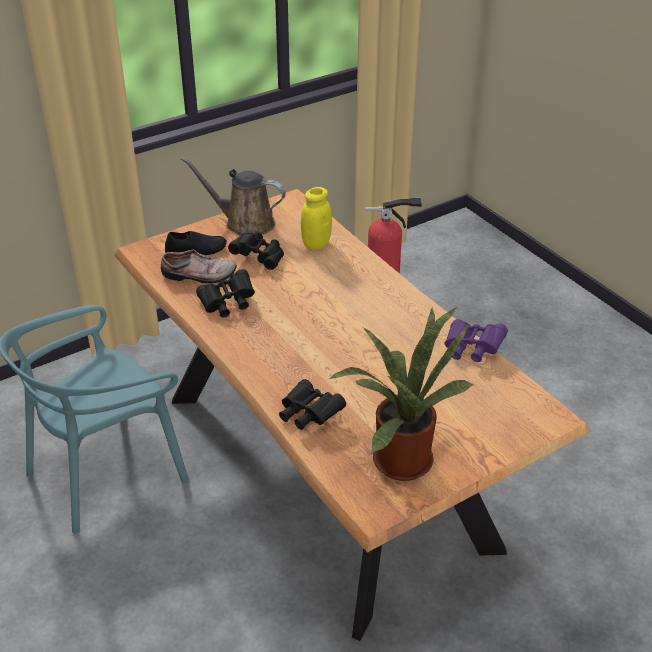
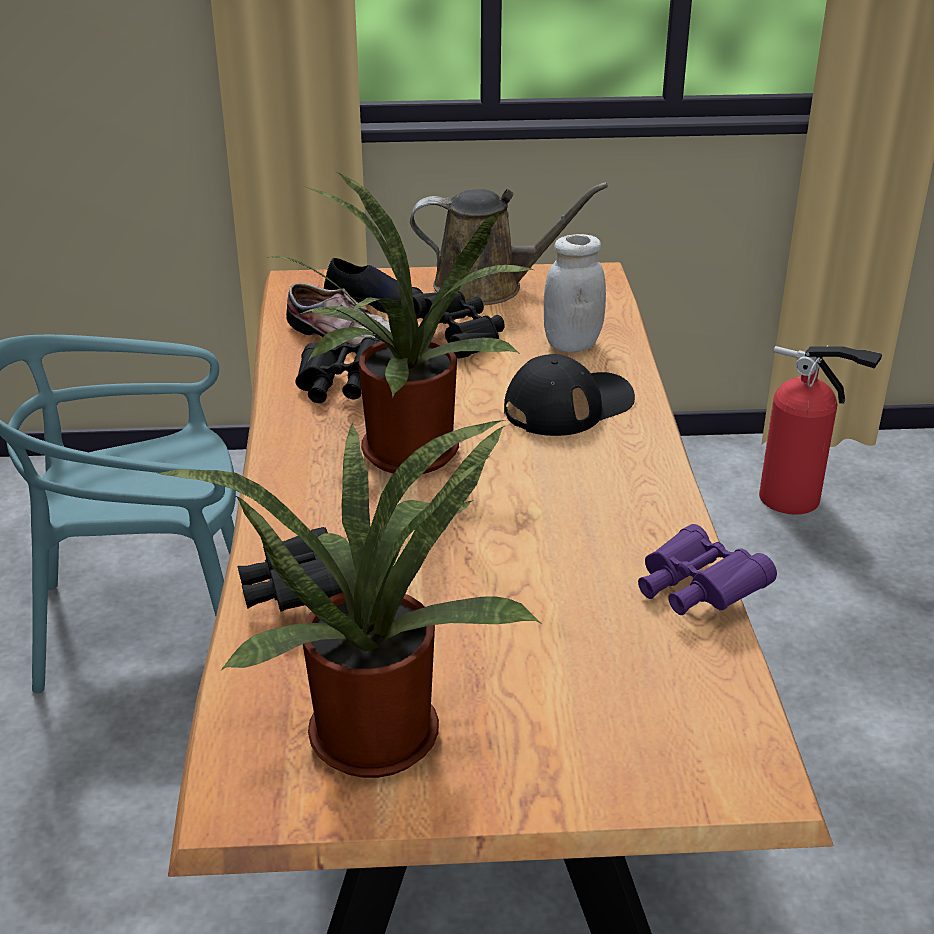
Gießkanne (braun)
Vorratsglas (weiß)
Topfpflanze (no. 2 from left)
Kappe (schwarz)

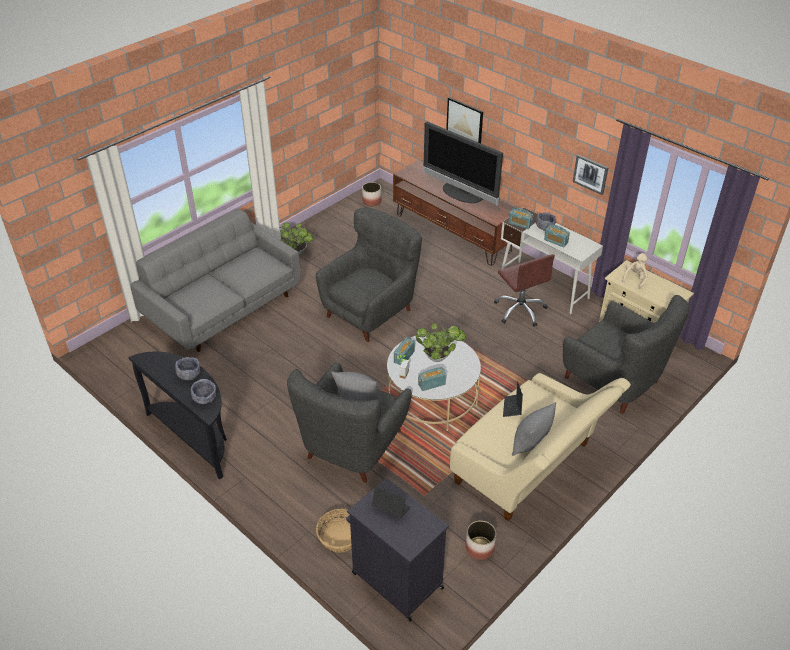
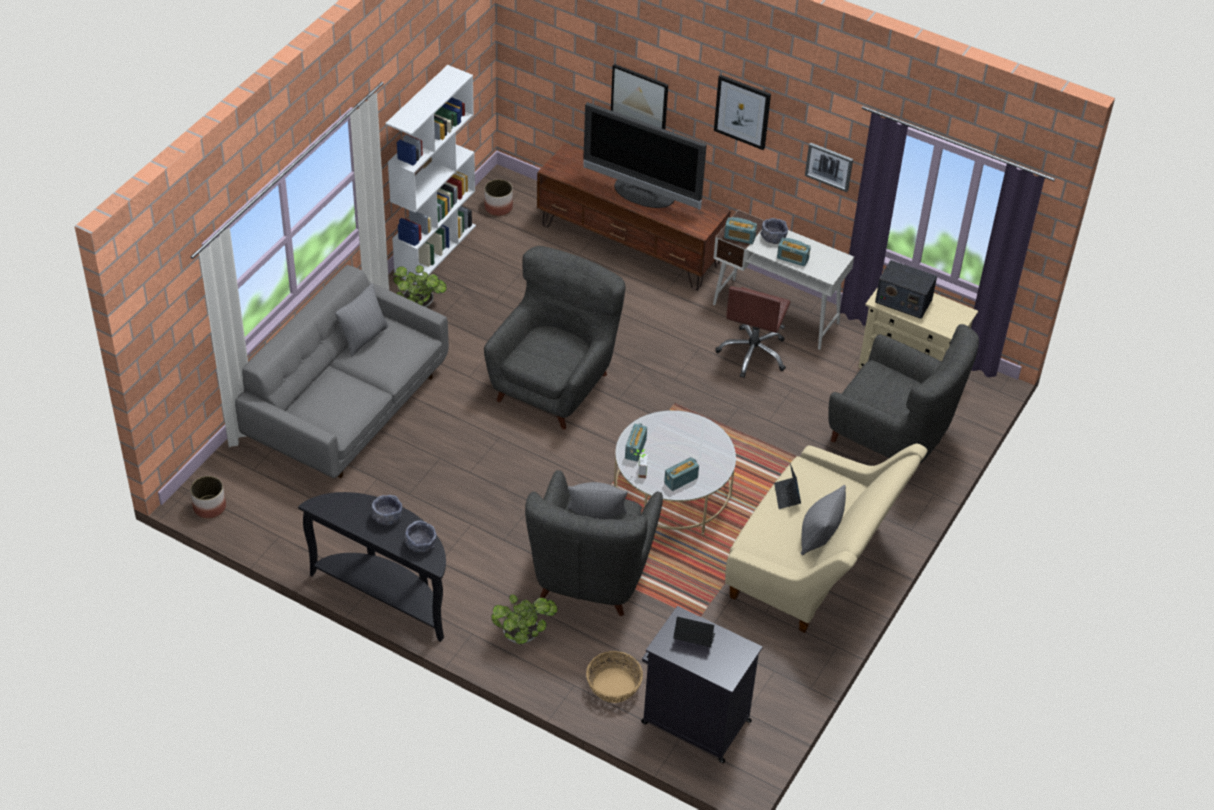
Topfpflanze (no. 2 from left)
Pflanzkübel (no. 1 from left)
Bürostuhl (braun)
Radio (no. 5 from left)
Kissen (grau) (no. 1 from left)
Bücherregal (weiß)
Bild (no. 2 from left)

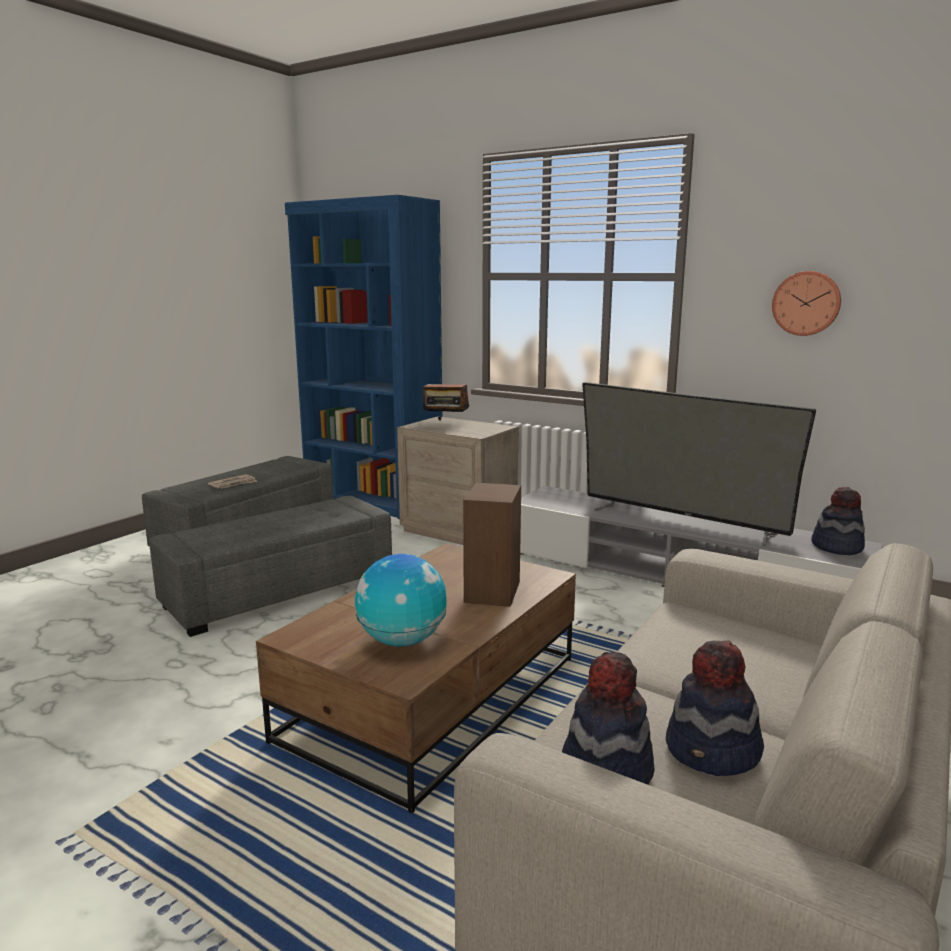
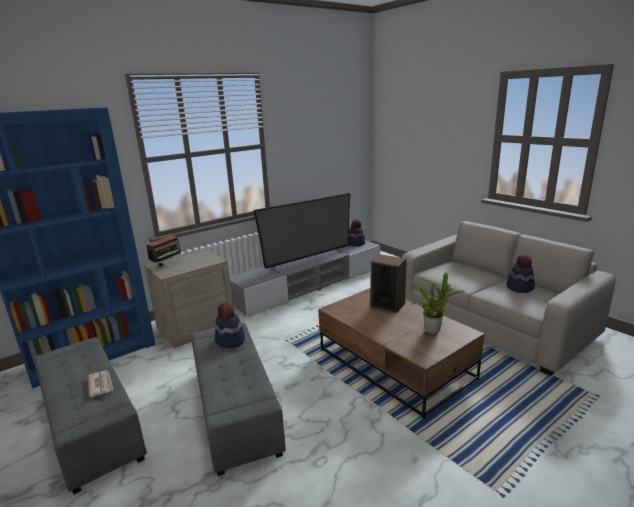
Topfpflanze
Hut (no. 1 from left)
Wanduhr

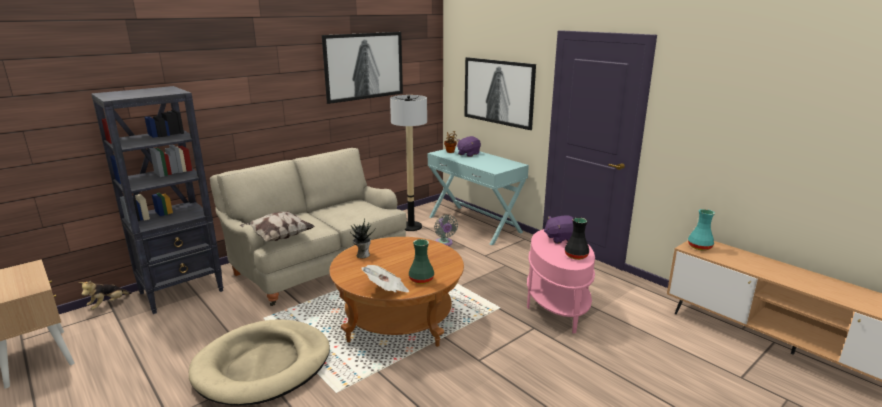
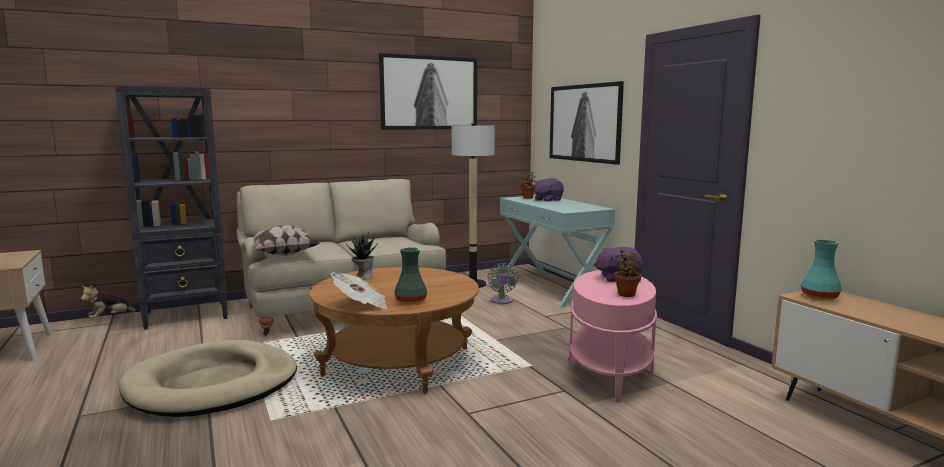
Topfpflanze (no. 3 from left)

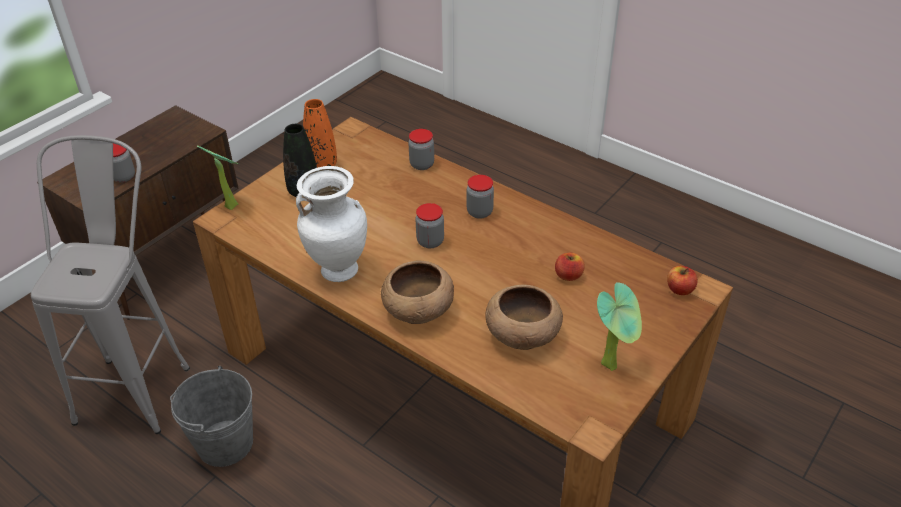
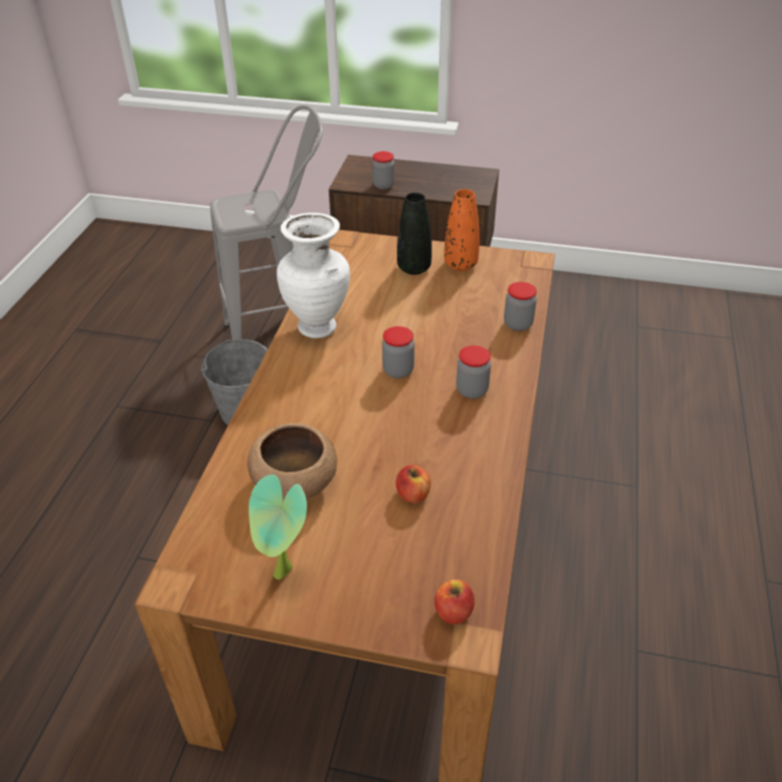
Topfpflanze (no. 1 from left in the first image)
Schüssel (braun) (no. 1 from left in the first image)

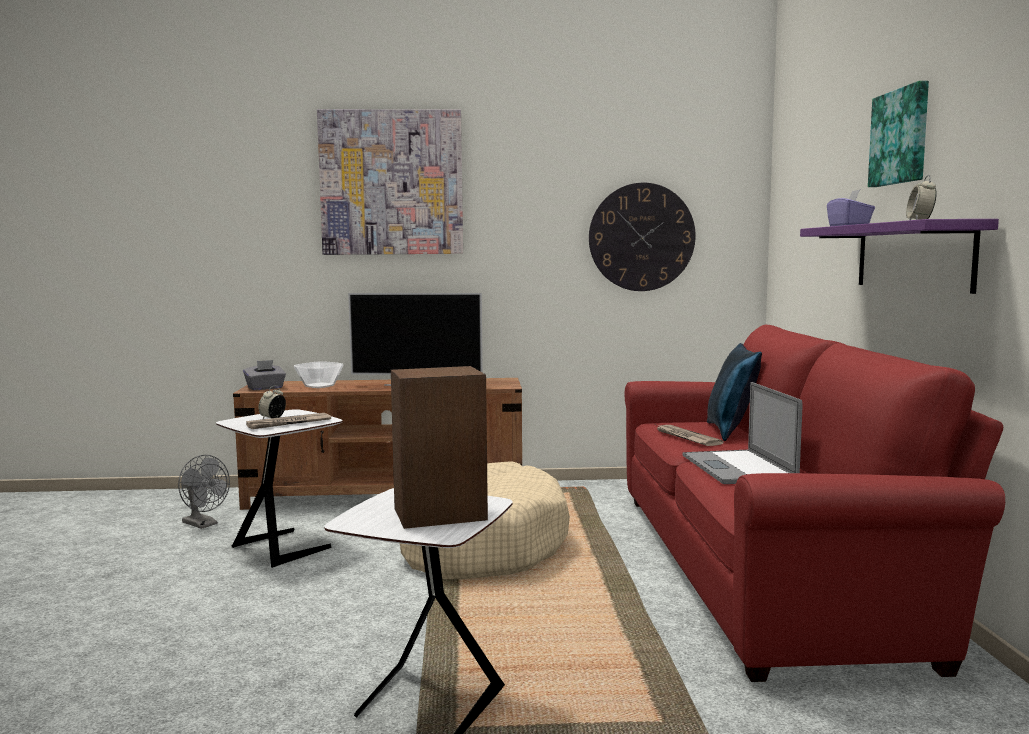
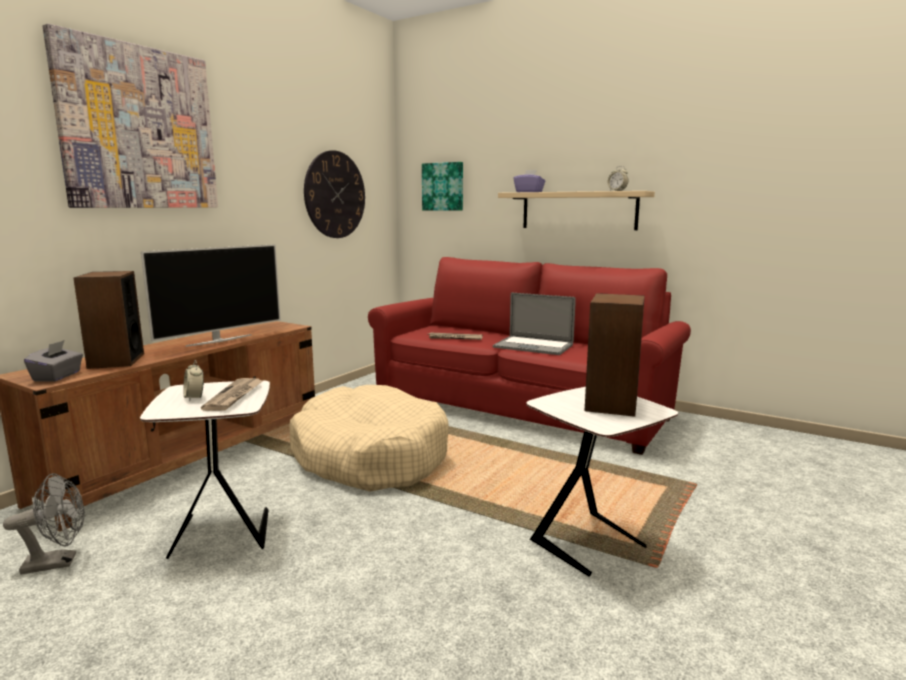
Lautsprecher (no. 1 from left)
Kissen (blau)
Wandregal (beige)
Bild (no. 2 from left)

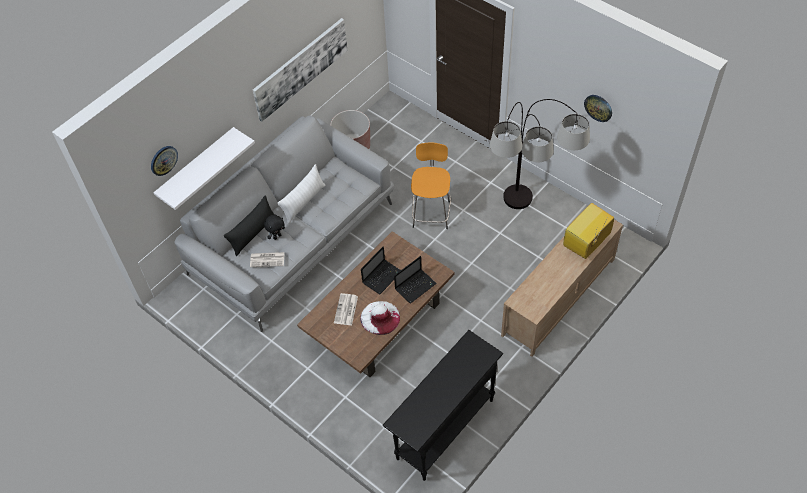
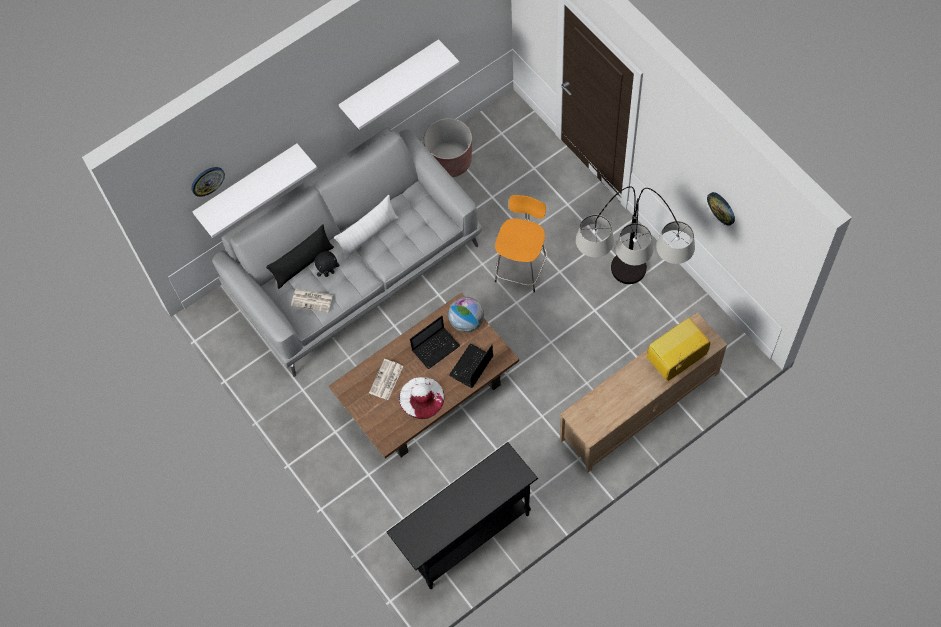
Wandregal (weiß) (no. 2 from left)
Laptop (no. 2 from left)
Globus

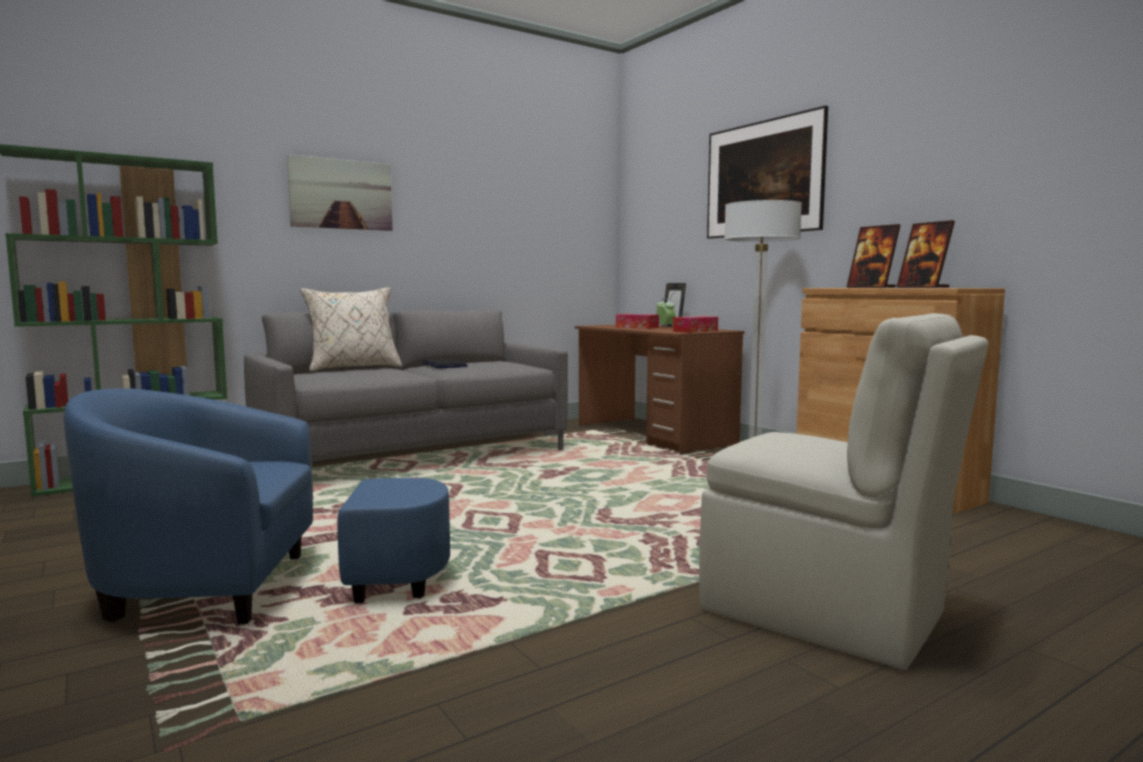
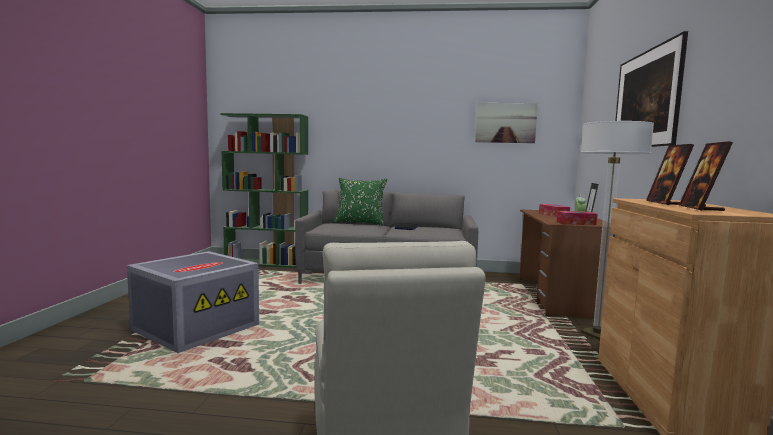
Aufbewahrungsbox (grau)
Bild (no. 1 from left)
Kissen (grün)

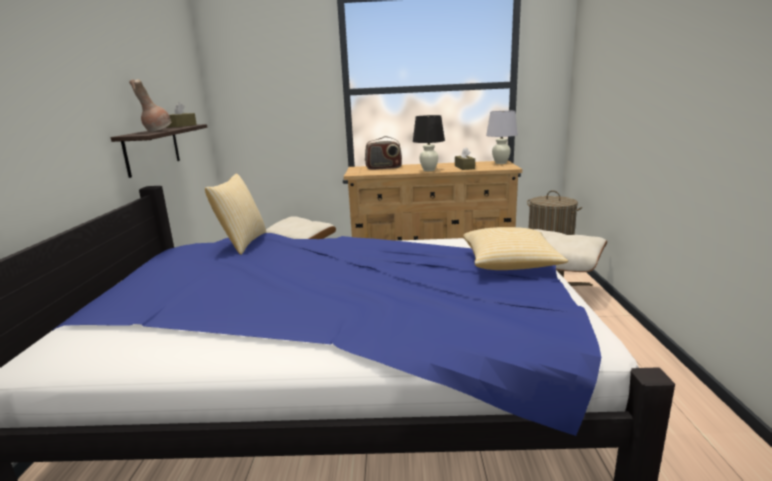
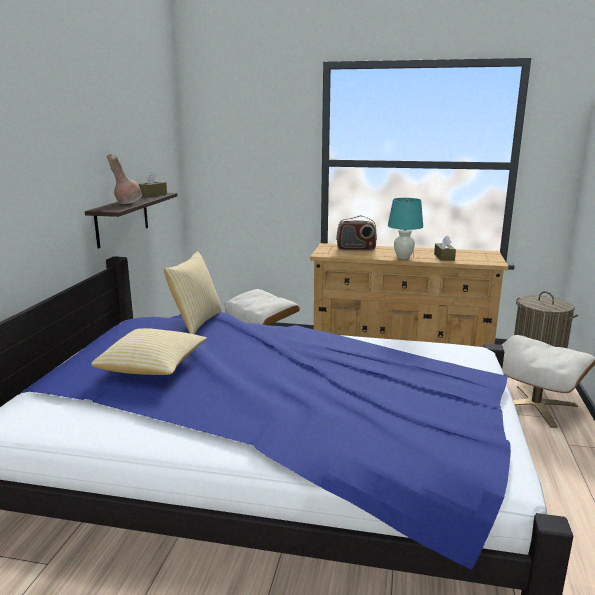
Tischlampe (türkis)
Kissen (no. 1 from left)
Tischlampe (weiß)

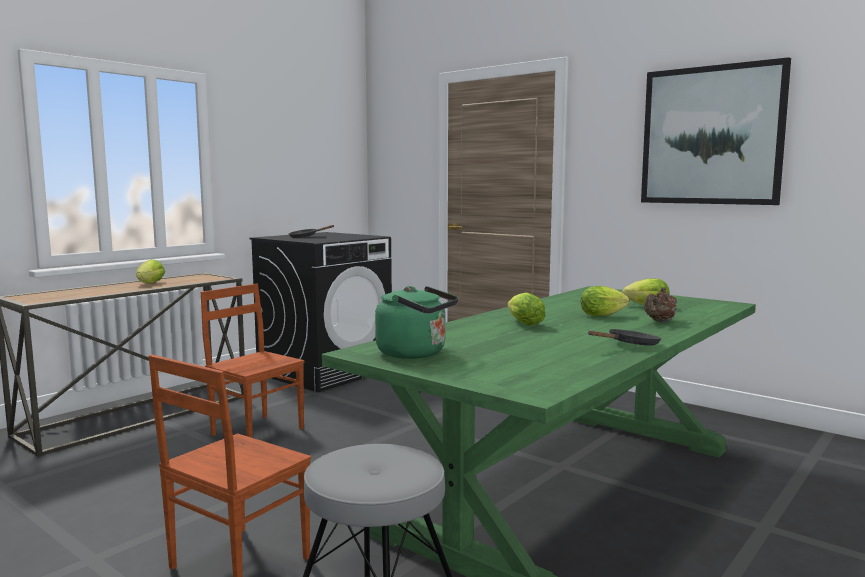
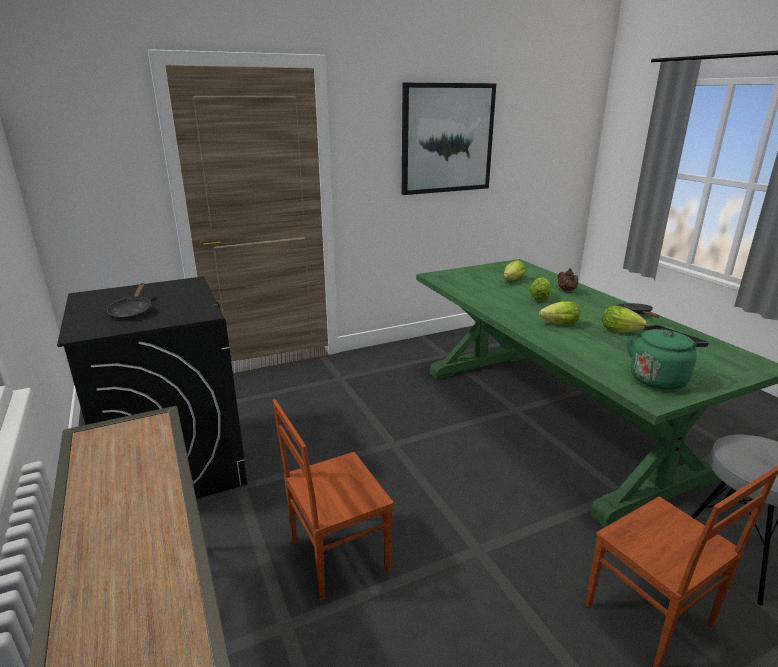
Salatkopf (no. 4 from left)

